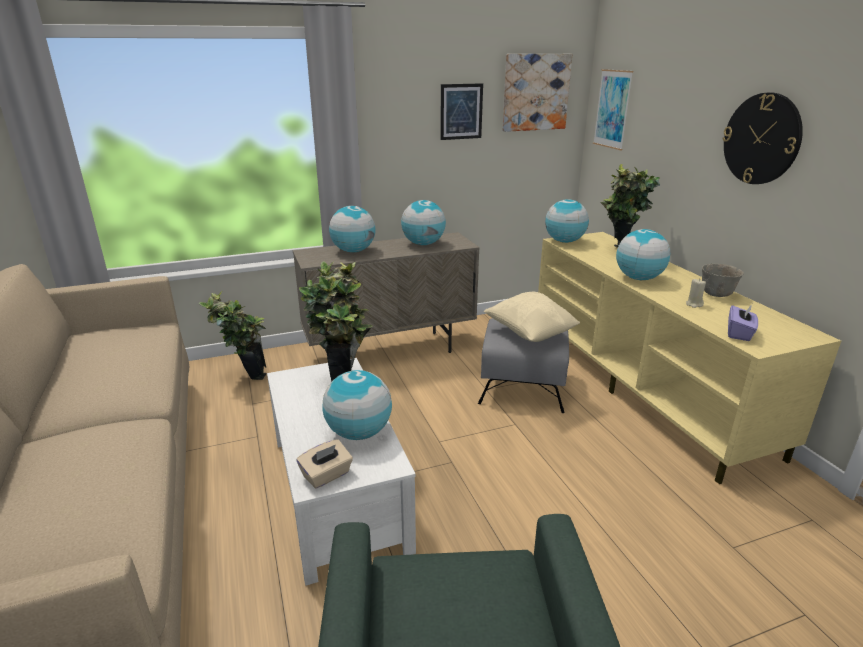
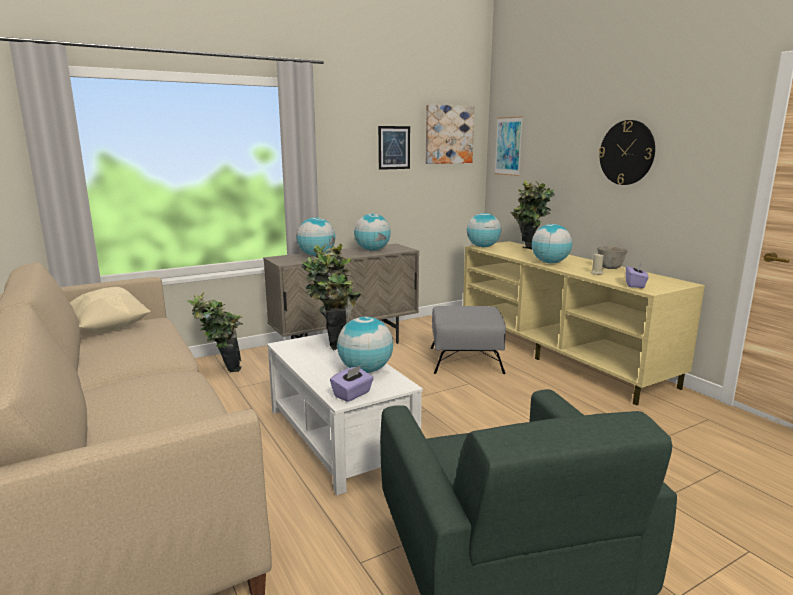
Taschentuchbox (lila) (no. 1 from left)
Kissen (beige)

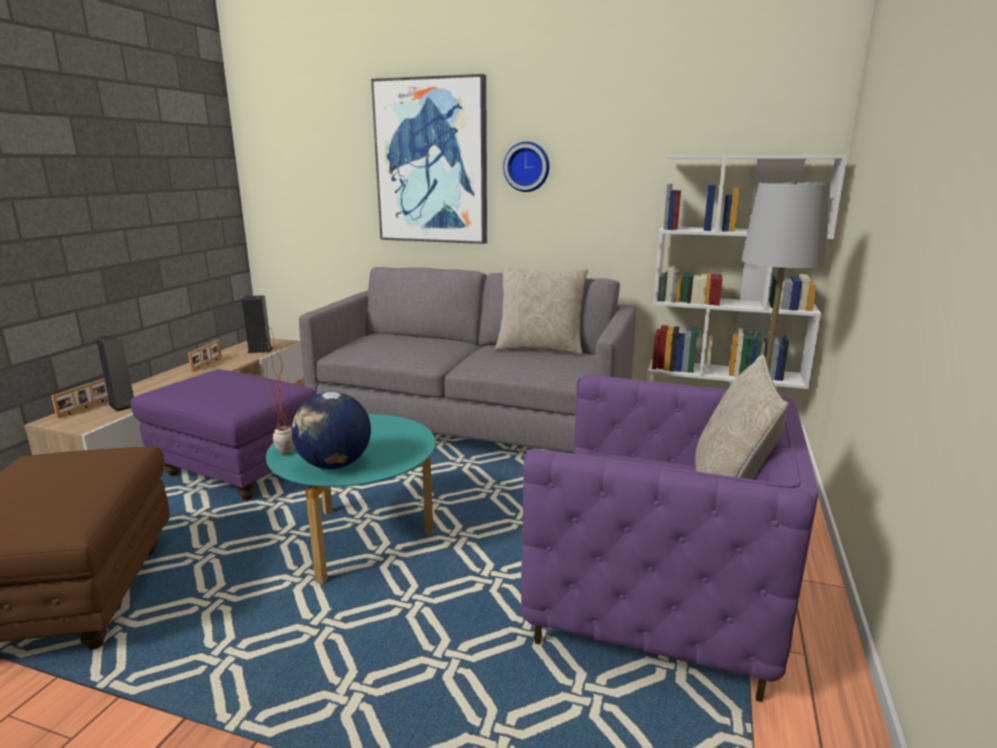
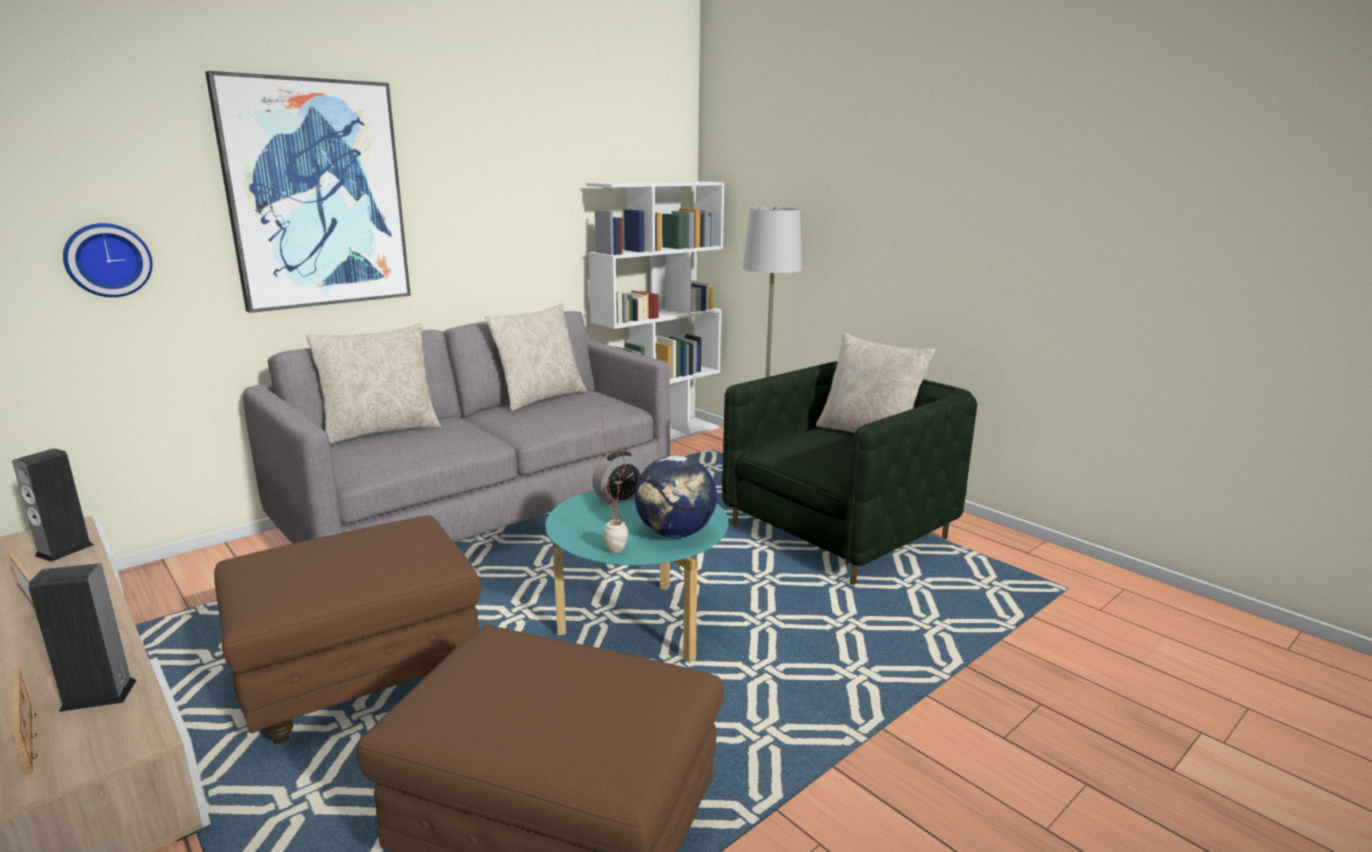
Polsterhocker (braun) (no. 1 from left)
Wanduhr
Sessel (grün)
Kissen (beige) (no. 1 from left)
Wecker

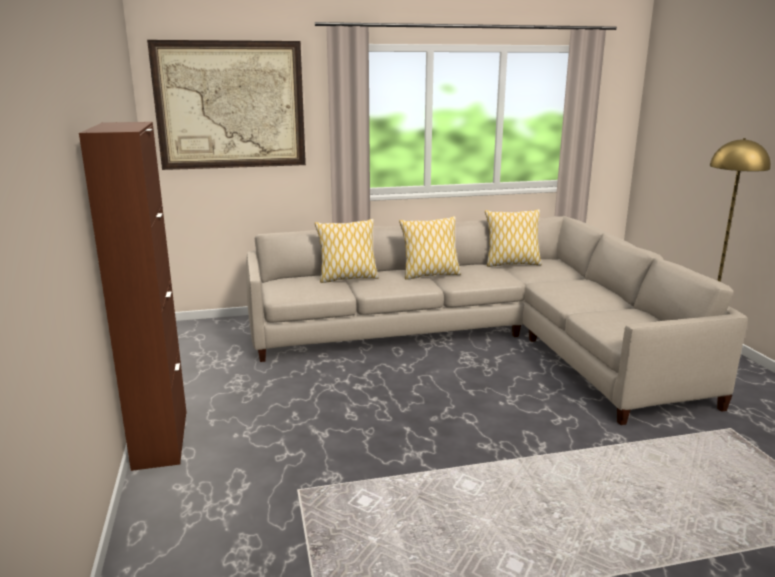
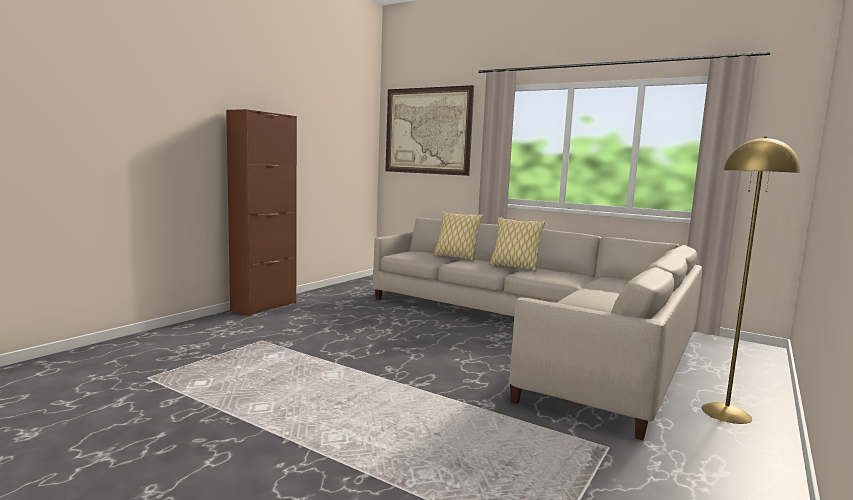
Kissen (no. 3 from left in the first image)

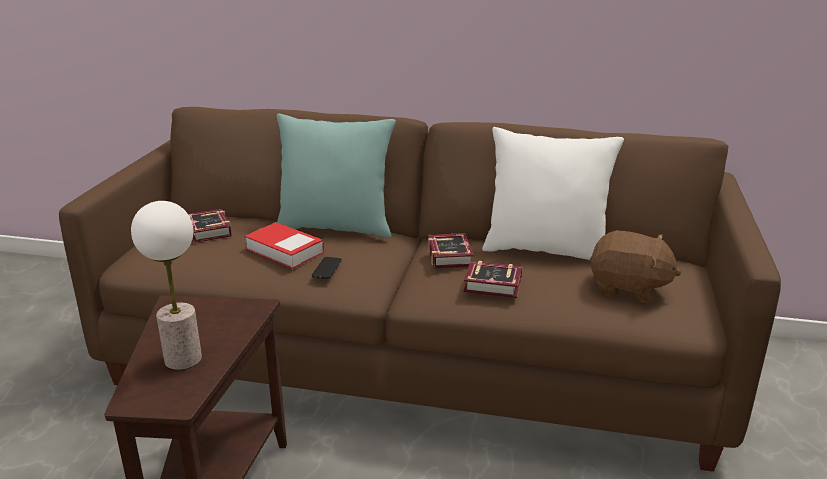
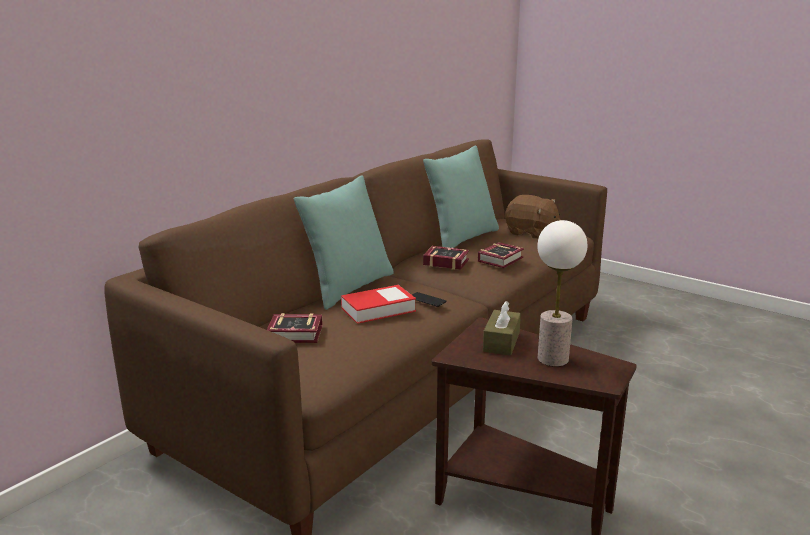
Kissen (türkis) (no. 2 from left)
Plüschtier (braun)
Taschentuchbox (braun)

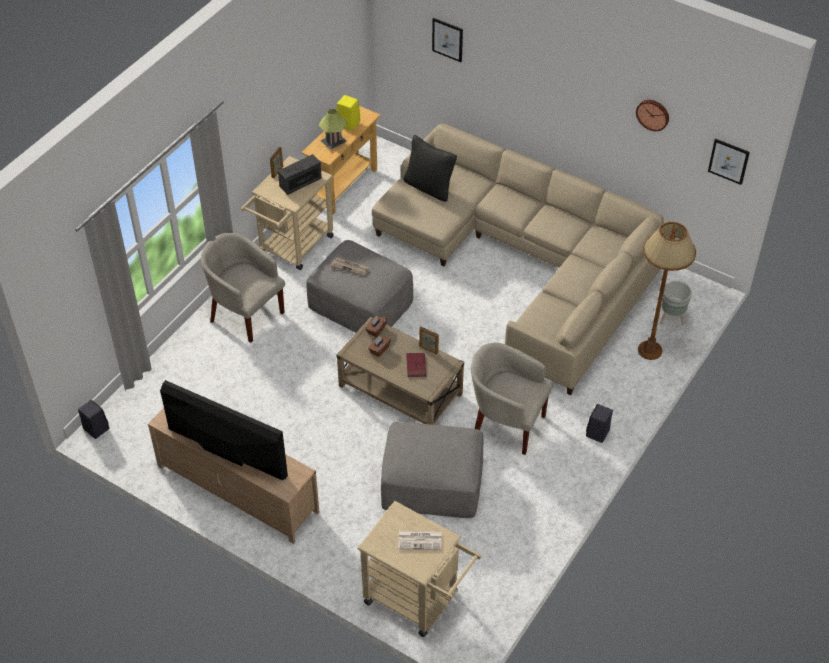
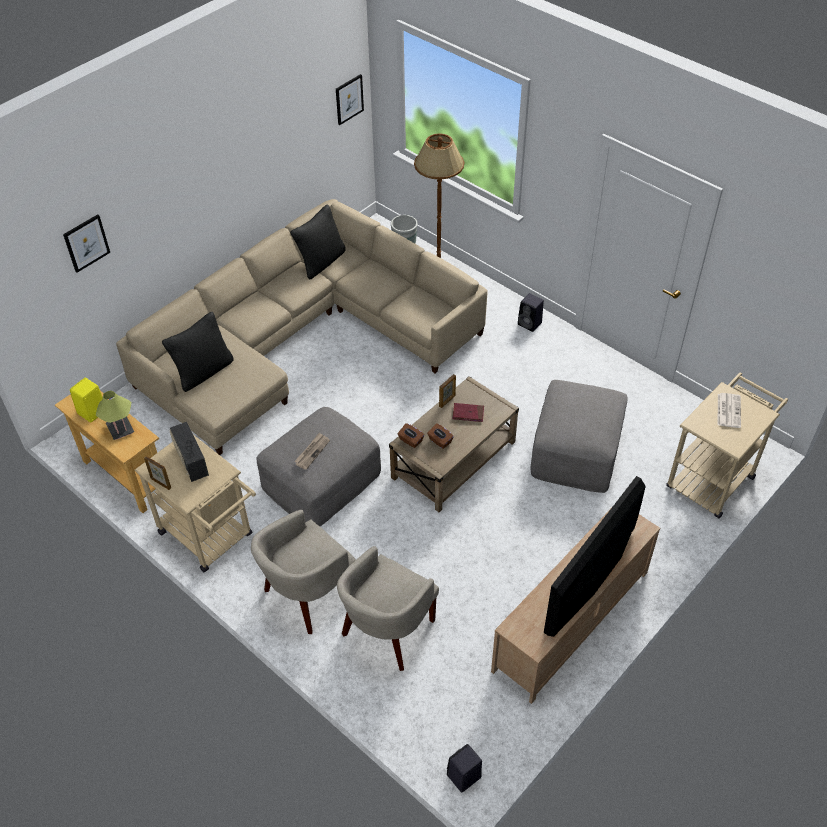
Sessel (beige) (no. 2 from left)
Wanduhr
Kissen (schwarz) (no. 2 from left)

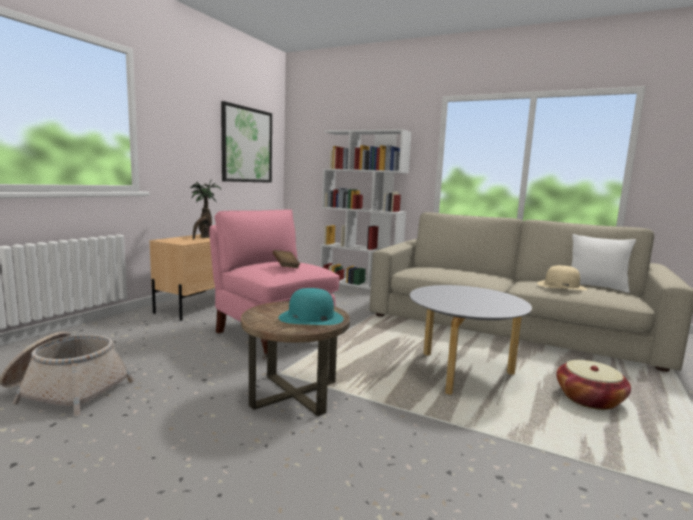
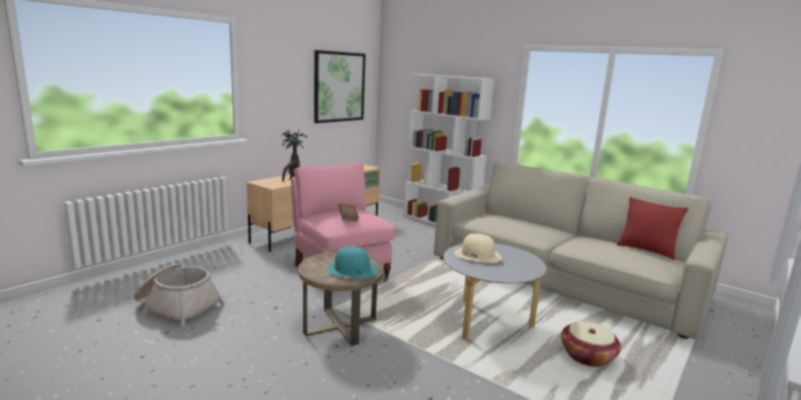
Hut (beige)
Kissen (rot)

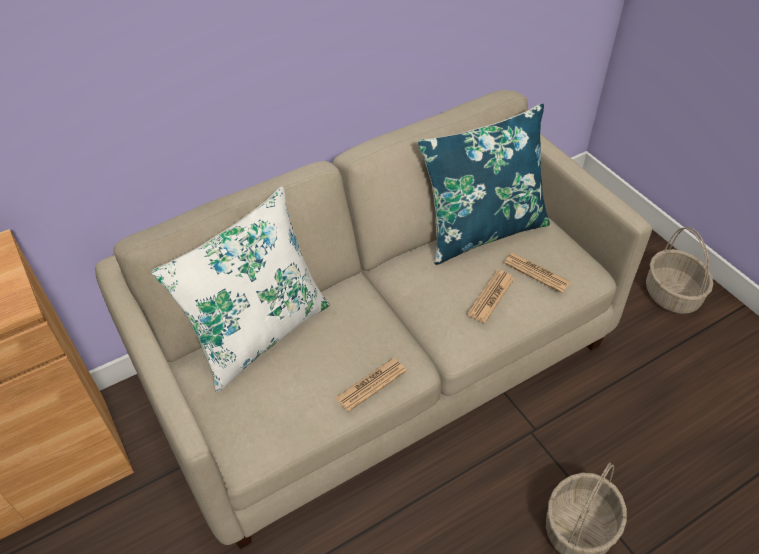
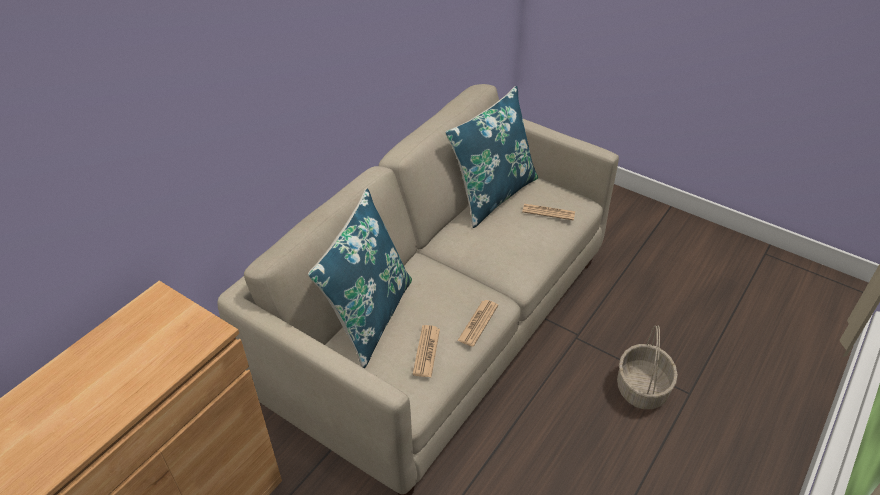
Kissen (blau) (no. 1 from left)
Zeitung (no. 1 from left)
Korb (no. 2 from left in the first image)

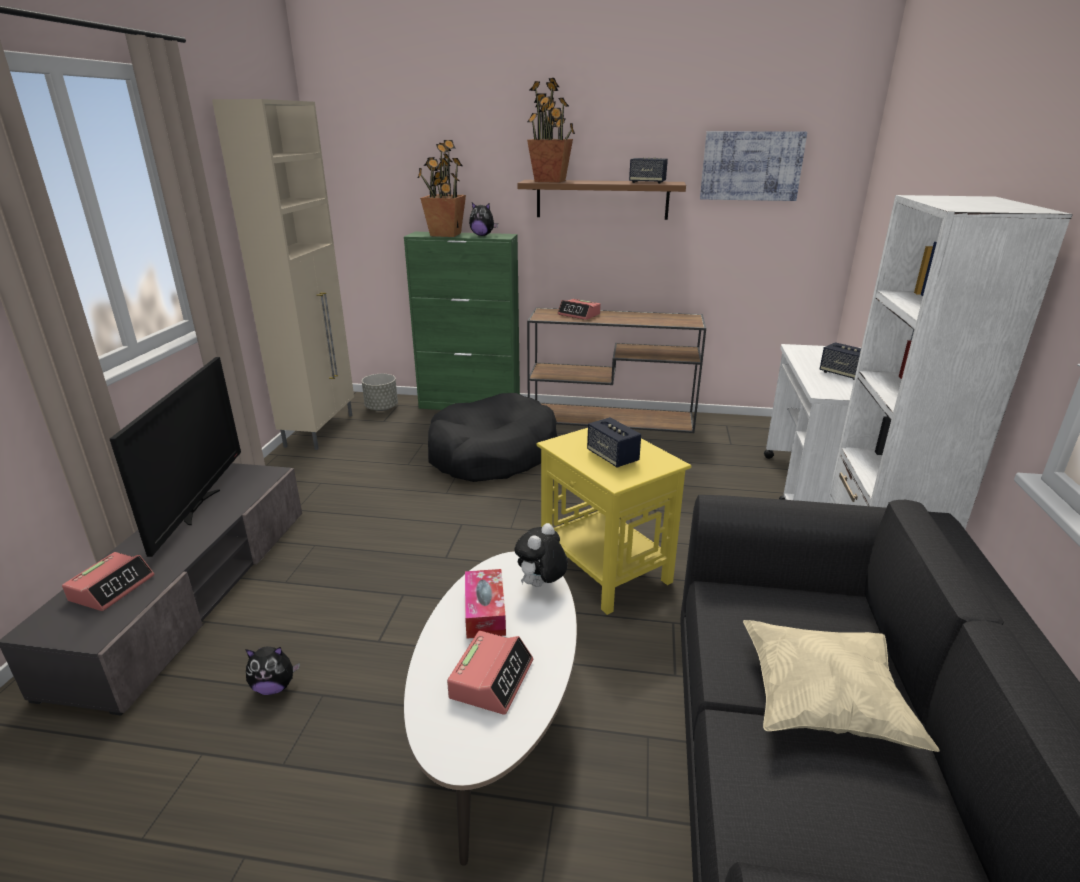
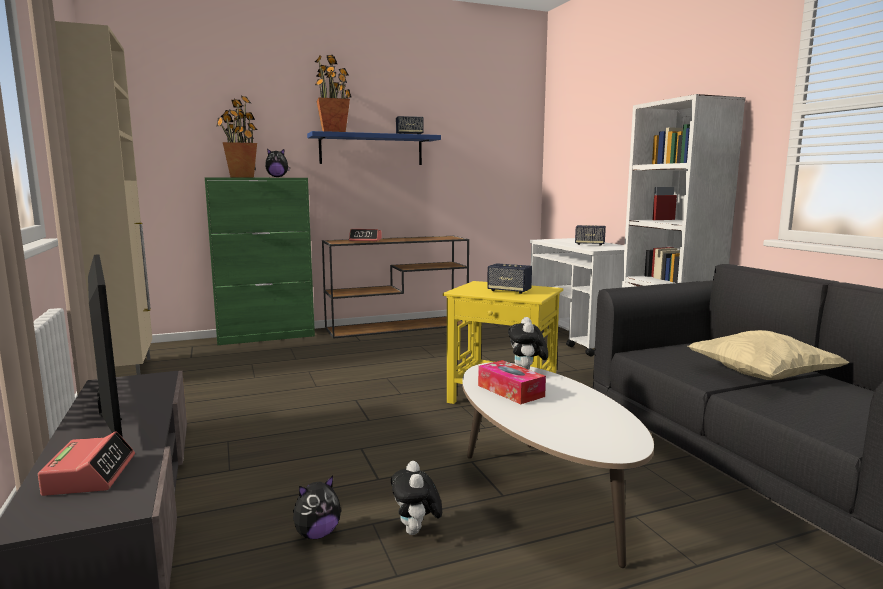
Pflanzkübel (grau)
Hundebett (schwarz)
Wecker (no. 2 from left in the first image)
Wandregal (blau)
Bild
Plüschtier (no. 3 from left)

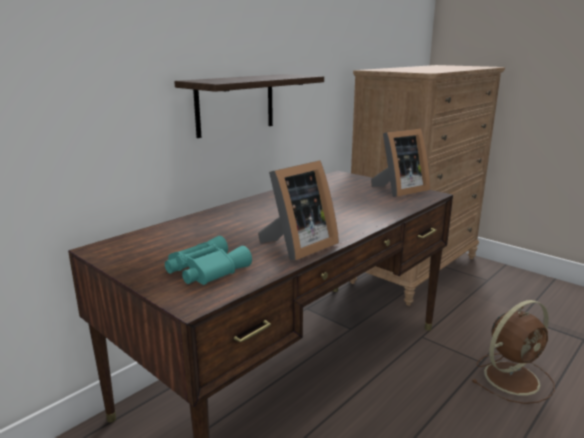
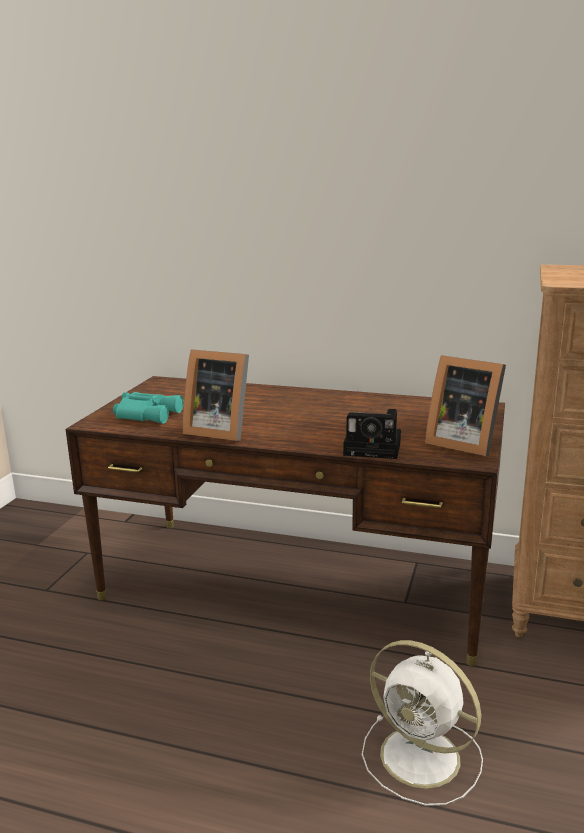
Wandregal
Ventilator (weiß)
Kamera

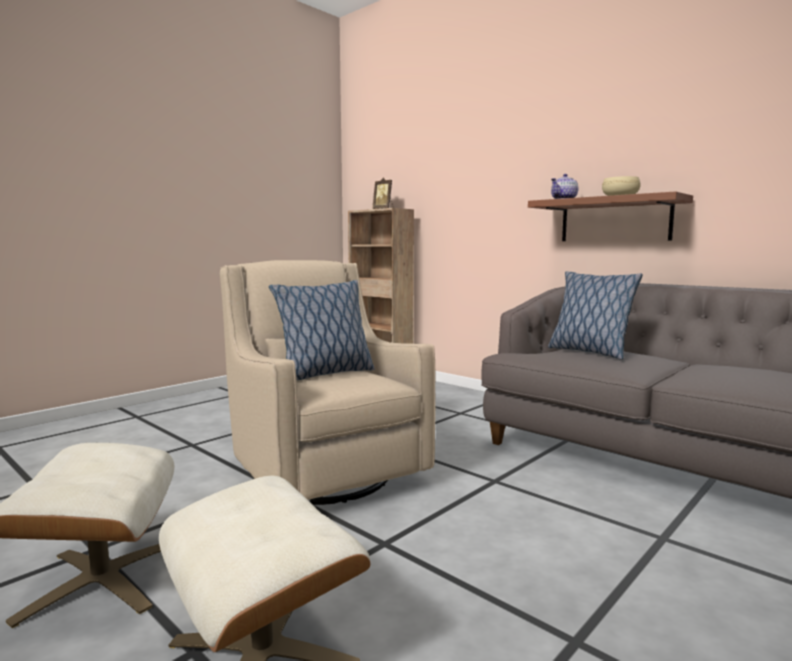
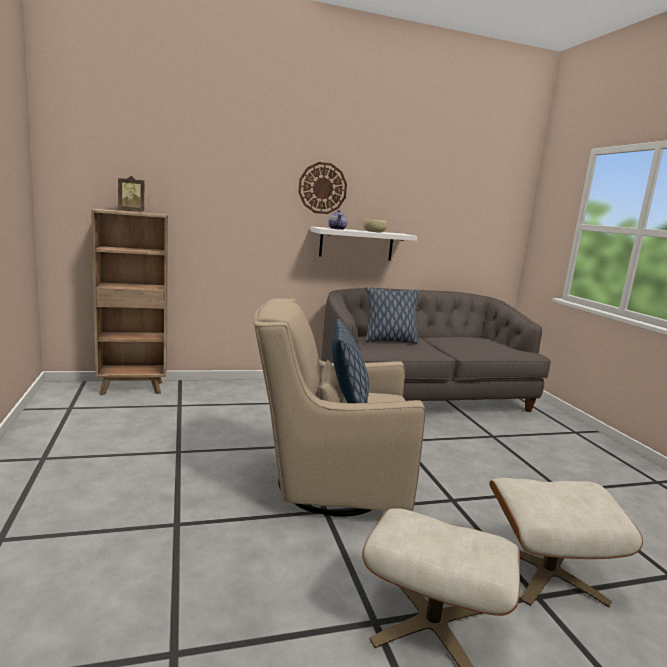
Wandregal (weiß)
Wanduhr

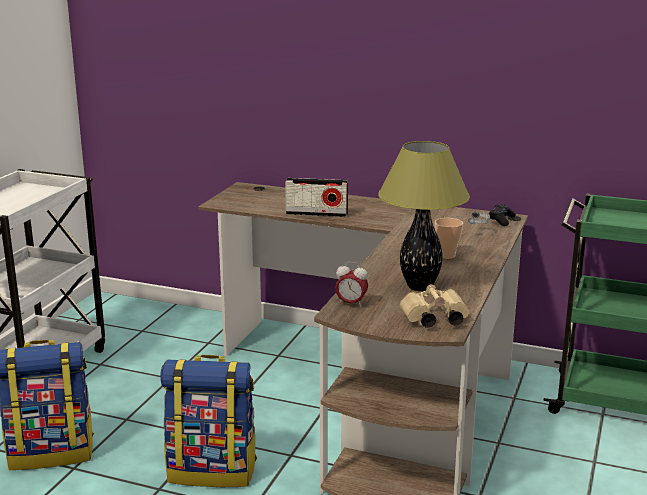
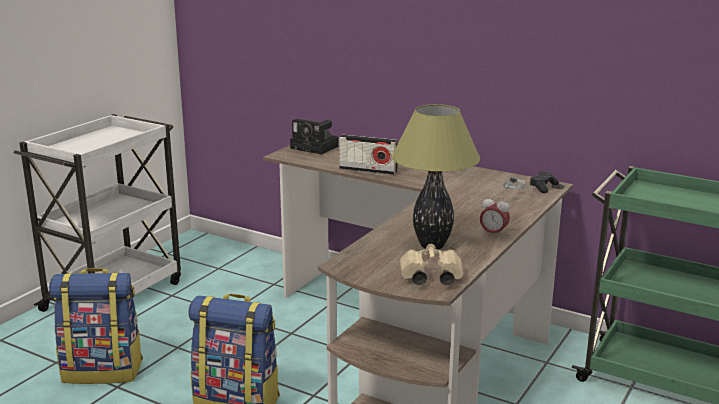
Wecker
Tasse
Kamera

